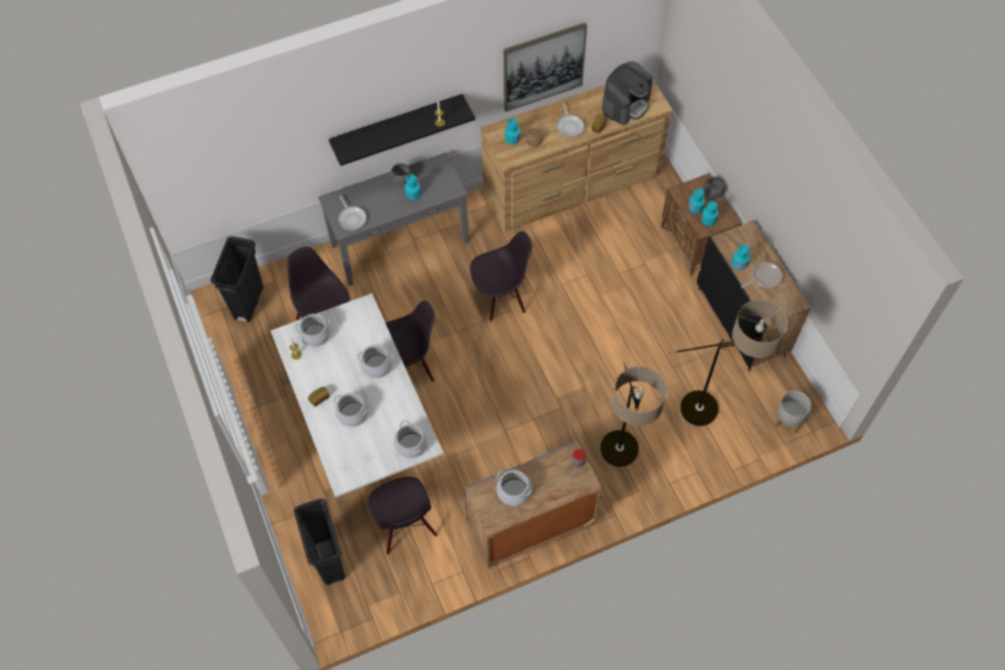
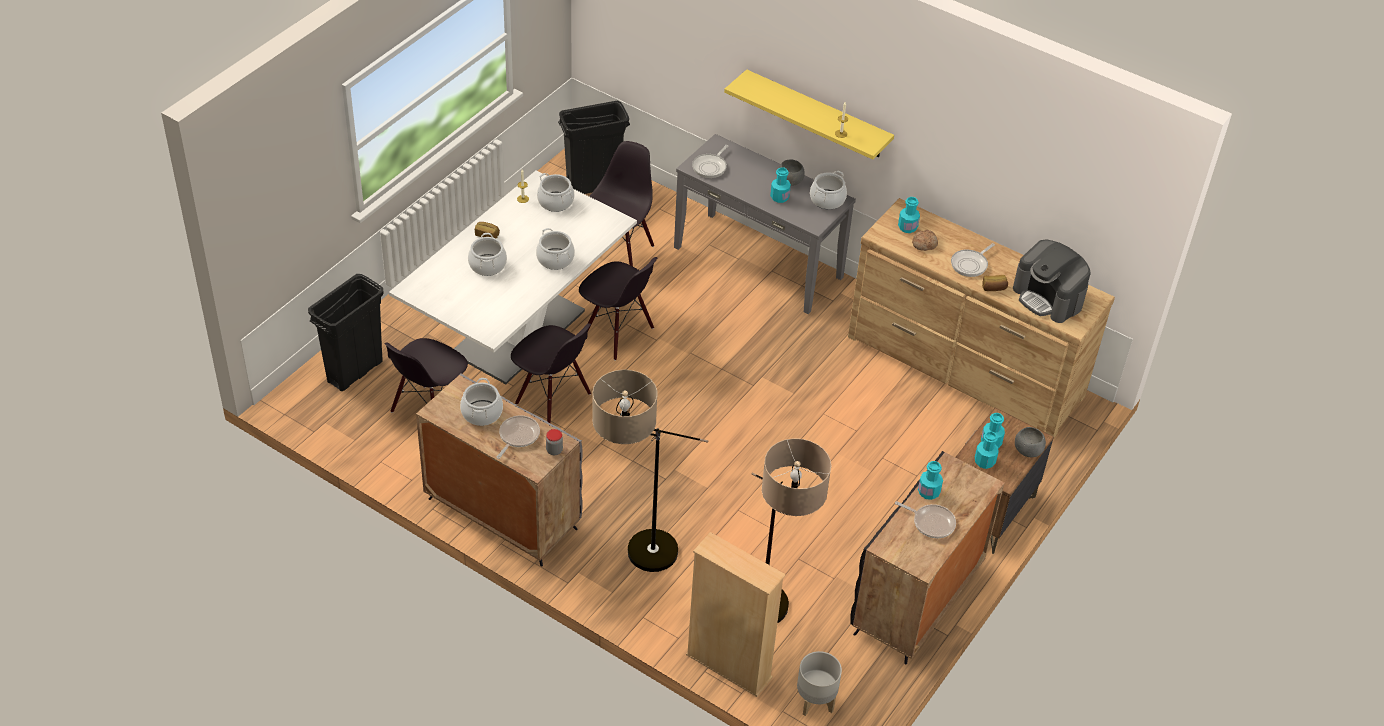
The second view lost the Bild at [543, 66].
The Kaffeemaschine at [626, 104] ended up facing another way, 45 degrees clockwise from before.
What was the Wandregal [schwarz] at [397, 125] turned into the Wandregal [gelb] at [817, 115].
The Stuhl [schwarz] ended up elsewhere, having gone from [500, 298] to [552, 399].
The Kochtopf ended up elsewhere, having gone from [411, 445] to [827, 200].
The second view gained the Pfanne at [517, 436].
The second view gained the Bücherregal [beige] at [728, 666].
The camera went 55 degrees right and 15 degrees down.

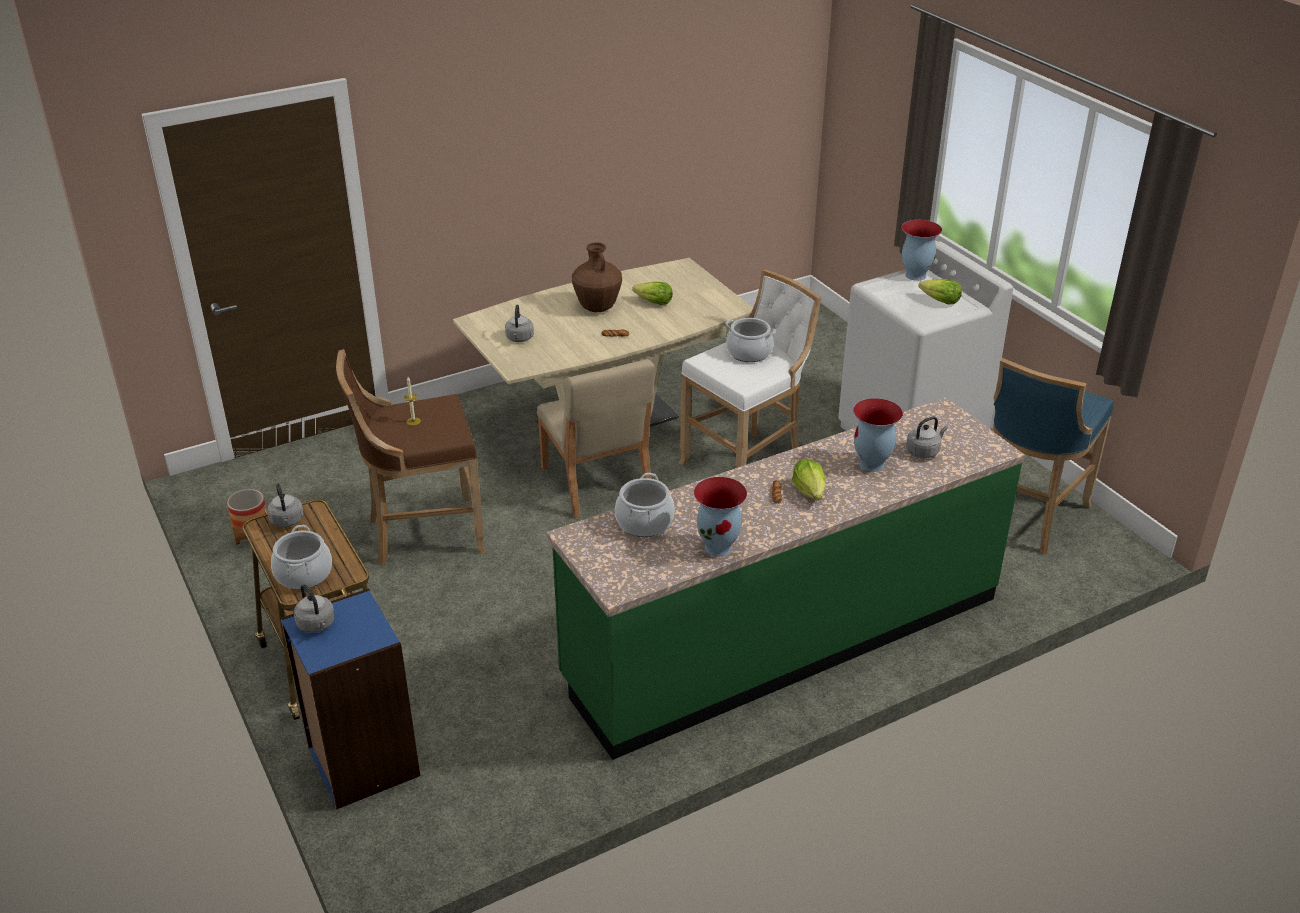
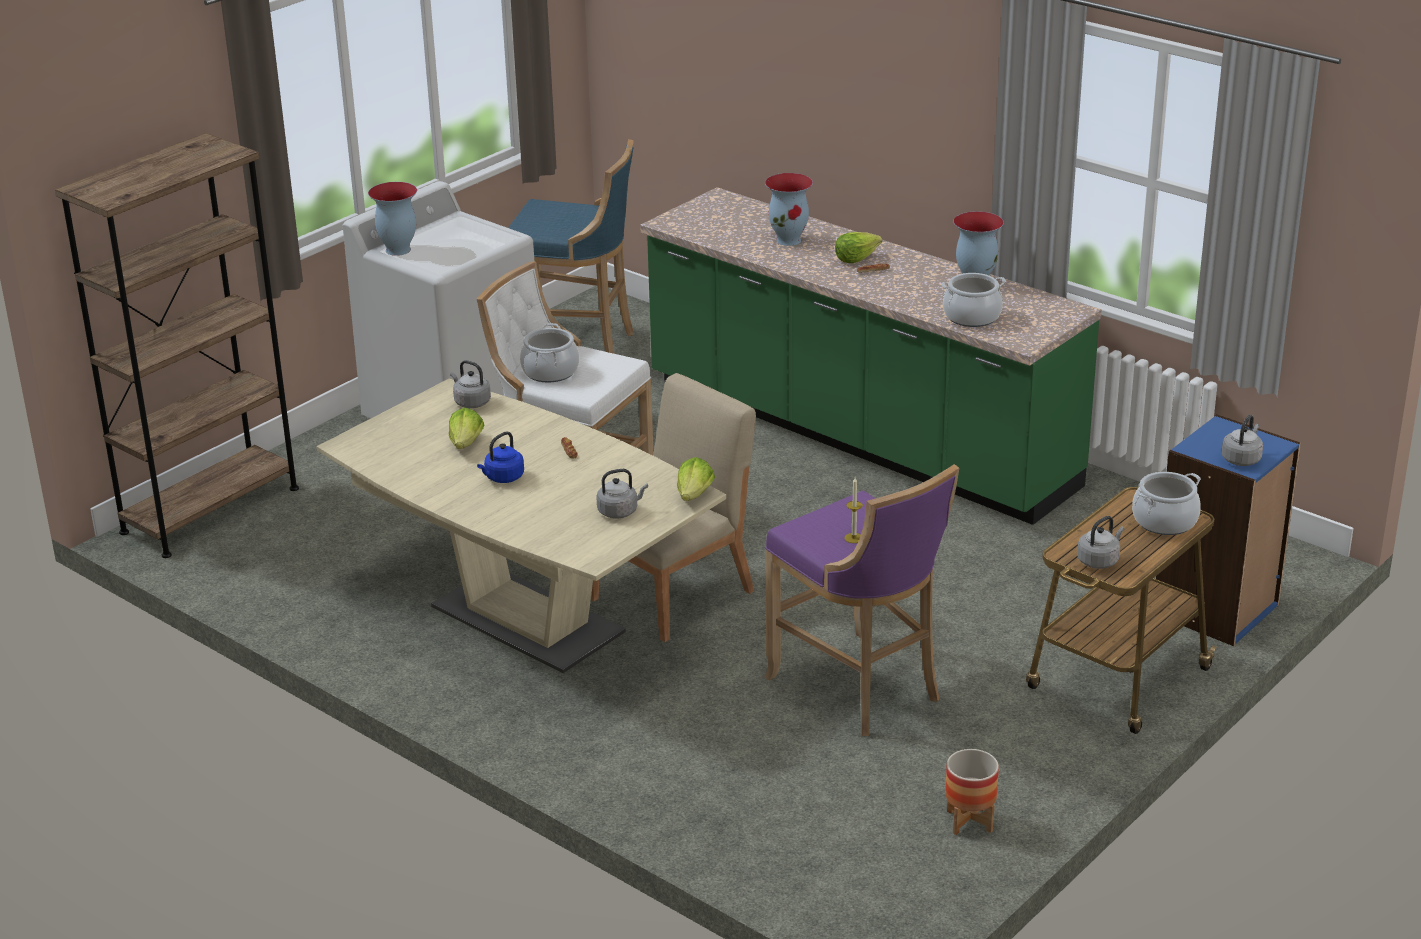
Where the Vase [braun] stood at [597, 308], the Wasserkessel [blau] came to stand at [503, 478].
The Salatkopf ended up elsewhere, having gone from [939, 301] to [694, 495].
What was the Hocker [braun] at [422, 534] turned into the Hocker [lila] at [860, 689].
The Wasserkessel [grau] ended up elsewhere, having gone from [924, 451] to [471, 402].
The second view gained the Bücherregal [braun] at [210, 510].
The camera went 110 degrees left and 5 degrees down.

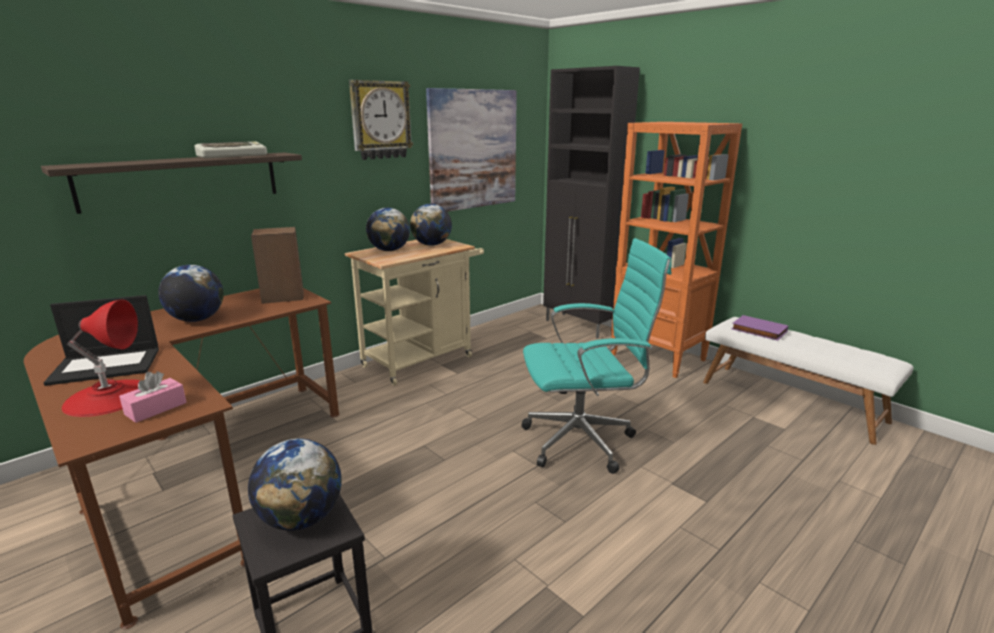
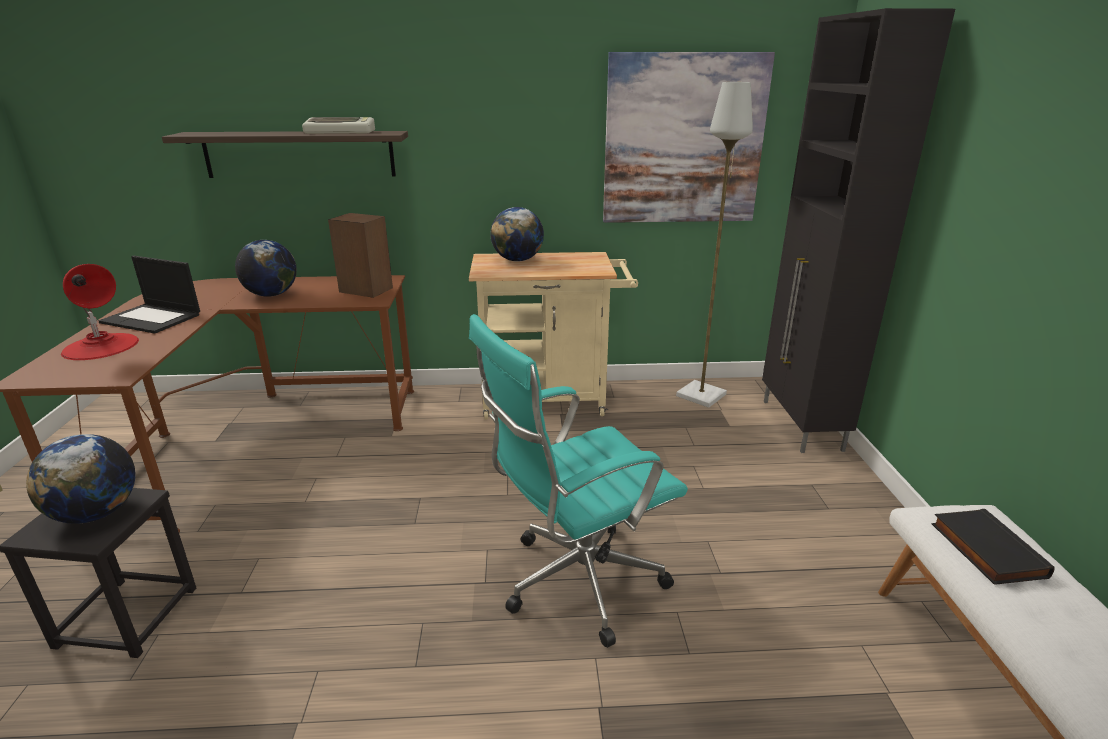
The second view lost the Wanduhr at [380, 120].
The second view lost the Bücherregal [orange] at [658, 357].
The second view lost the Globus at [431, 245].
The Bürostuhl [türkis] at [584, 441] ended up facing another way, 120 degrees clockwise from before.
What was the Buch [lila] at [758, 331] turned into the Buch [schwarz] at [984, 550].
The second view lost the Taschentuchbox [rosa] at [156, 408].
The second view gained the Stehlampe [grau] at [702, 395].
The camera went 40 degrees right and 5 degrees up.

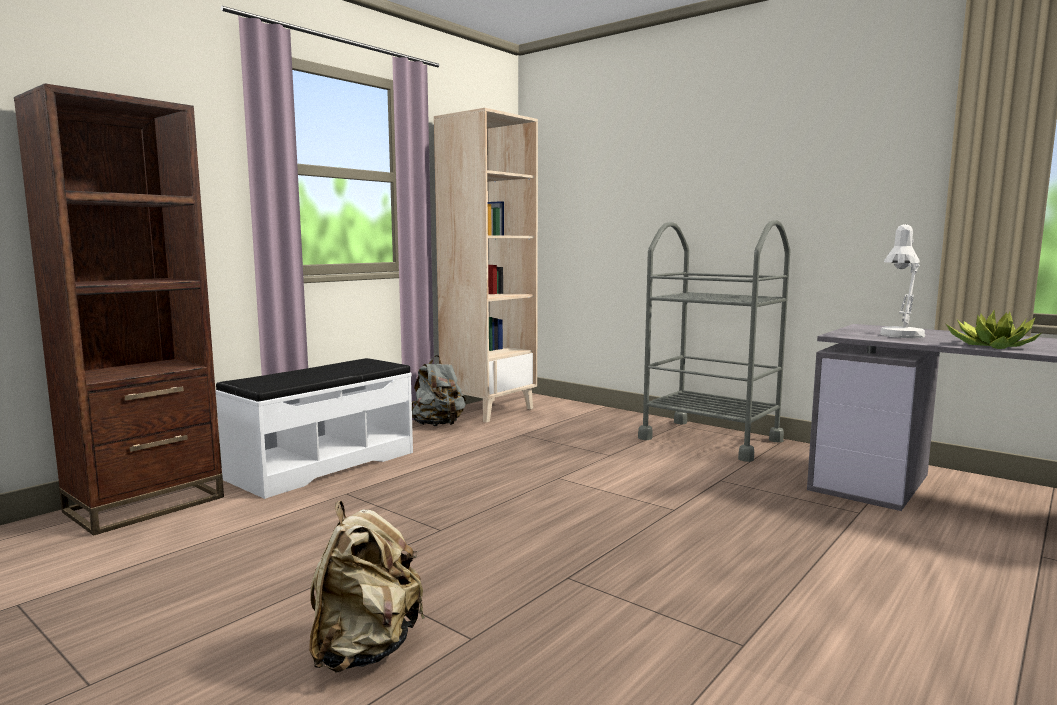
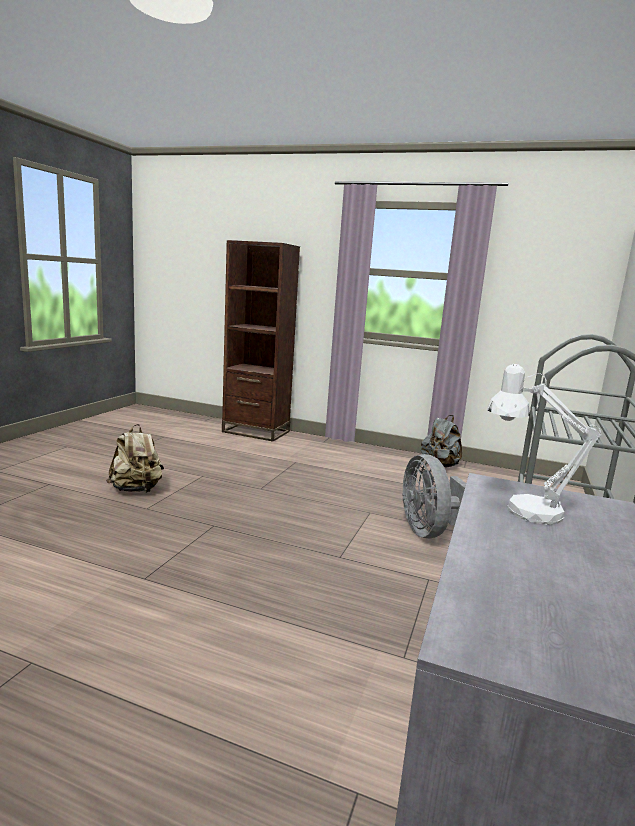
The second view lost the Bücherregal [beige] at [489, 410].
The second view lost the Topfpflanze at [990, 346].
The second view lost the Bank [weiß] at [322, 465].
The second view gained the Ventilator [grau] at [429, 531].
The camera went 70 degrees right and 5 degrees up.

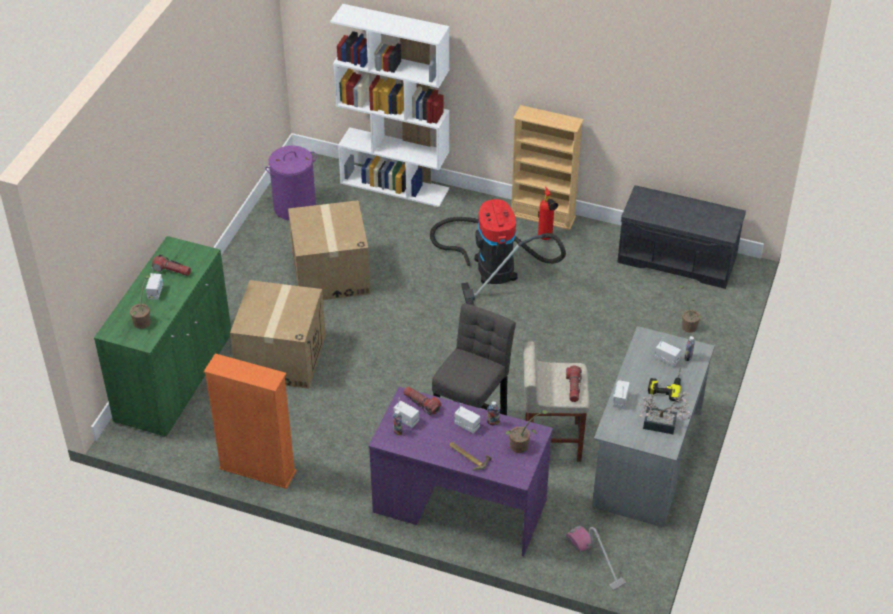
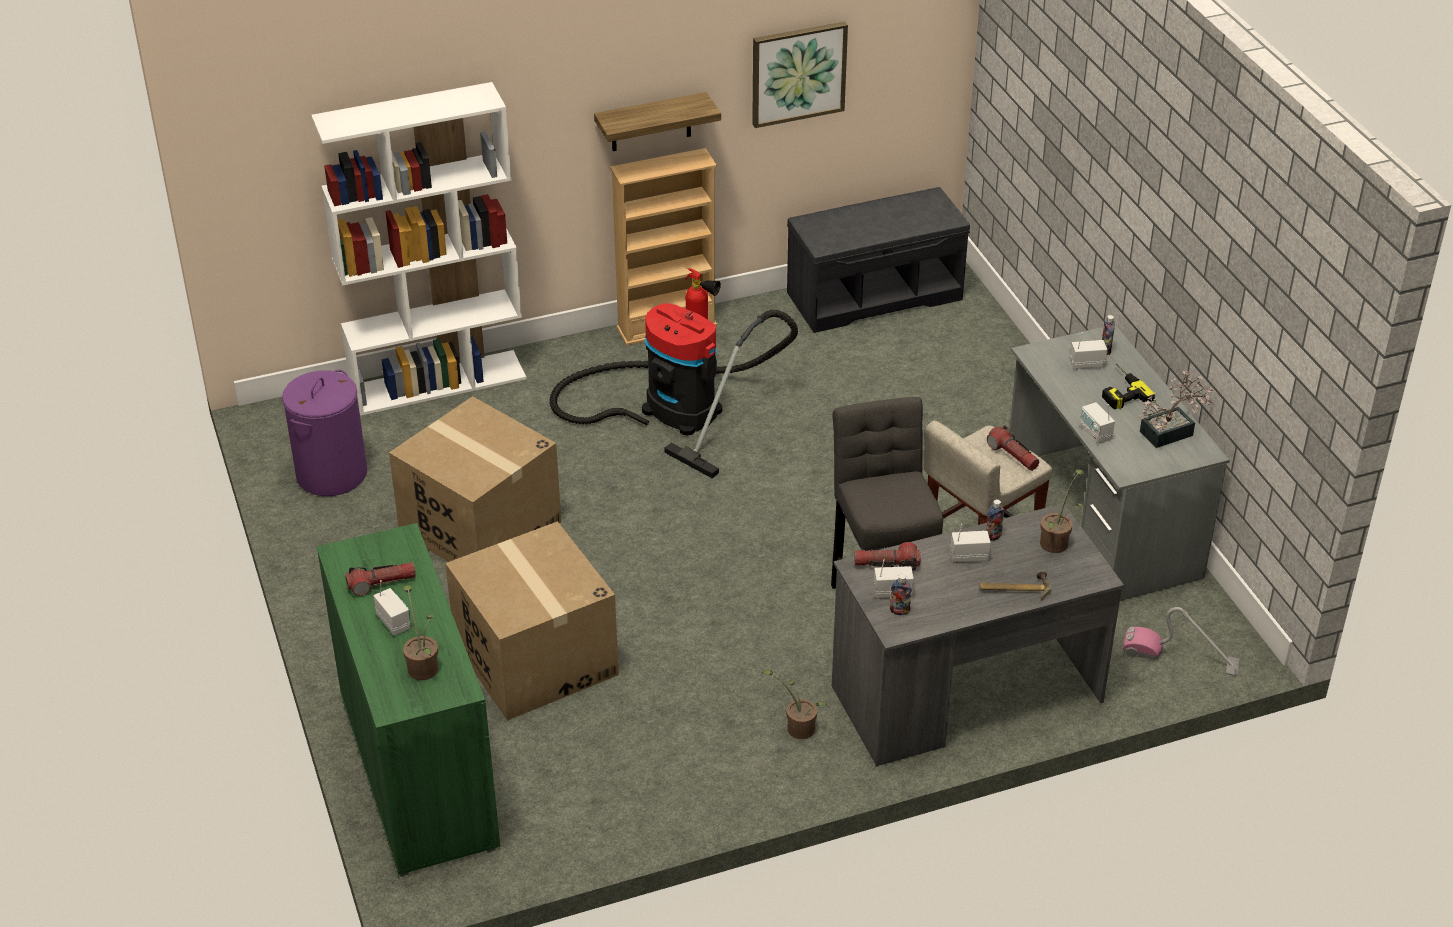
The Topfpflanze ended up elsewhere, having gone from [688, 325] to [797, 727].
The second view lost the Bücherregal [orange] at [257, 470].
What was the Schreibtisch [lila] at [459, 506] turned into the Schreibtisch [grau] at [966, 694].
The second view gained the Bild at [798, 73].
The second view gained the Wandregal at [651, 122].
The camera went 40 degrees left and 5 degrees down.

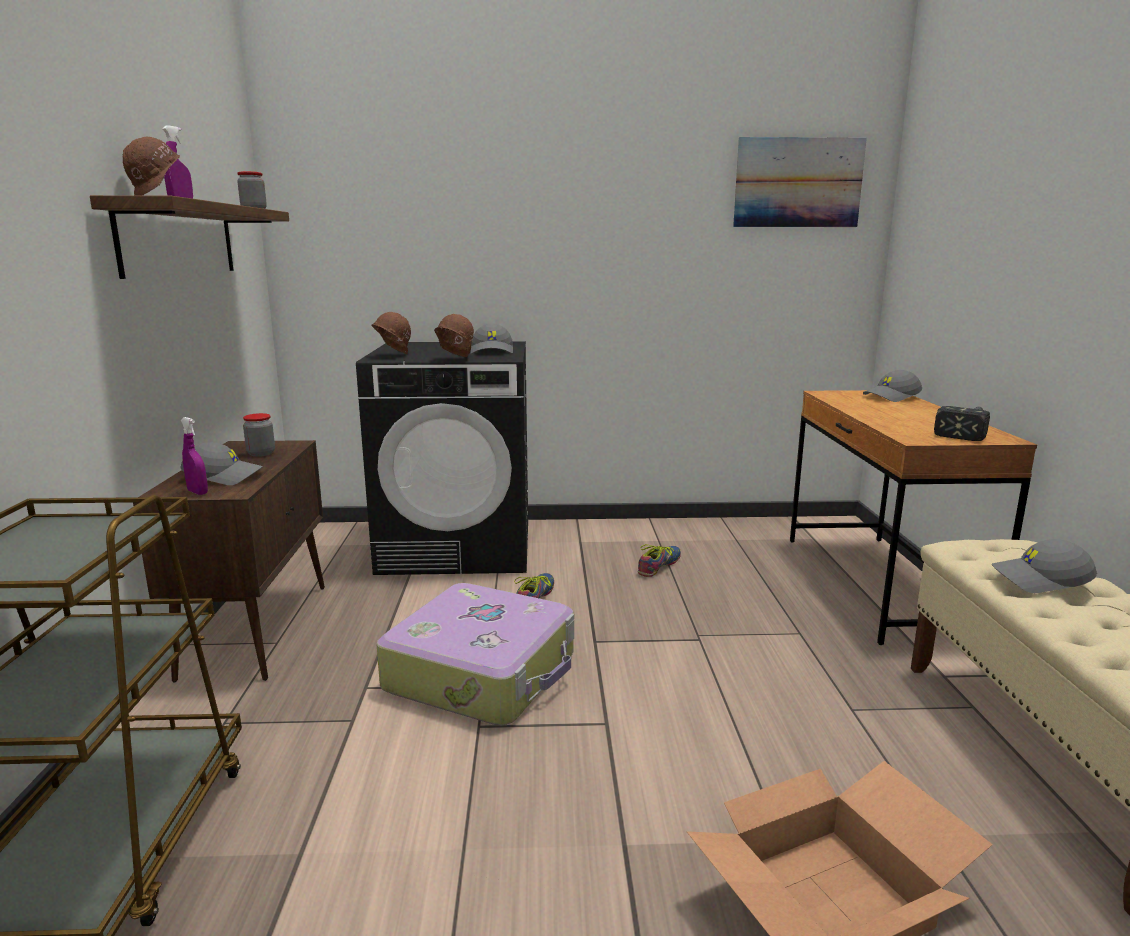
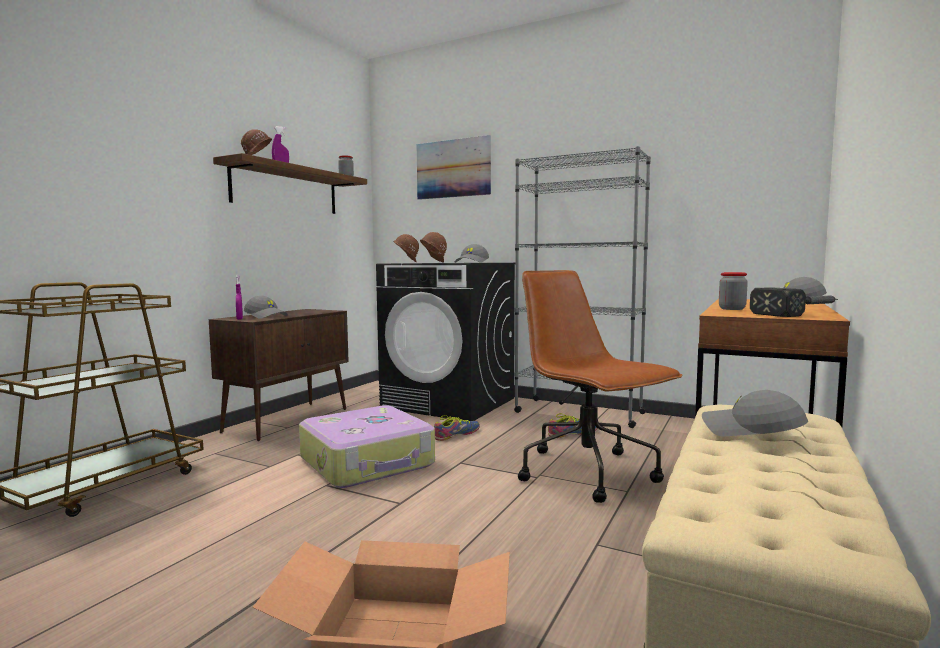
The Bild ended up elsewhere, having gone from [798, 183] to [453, 168].
The Vorratsglas ended up elsewhere, having gone from [261, 453] to [732, 309].
The second view gained the Bücherregal [grau] at [578, 412].
The second view gained the Bürostuhl [braun] at [589, 473].
The camera went 30 degrees right and 10 degrees down.

